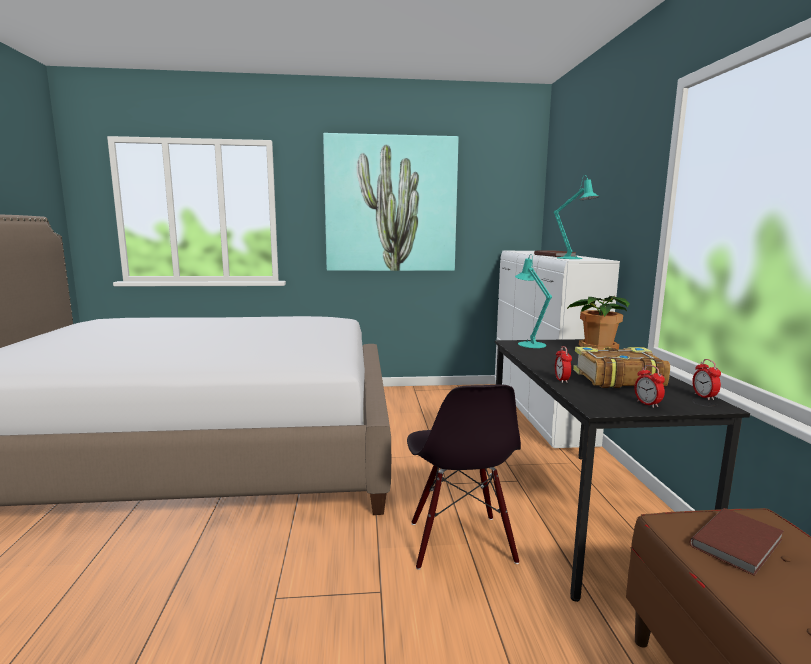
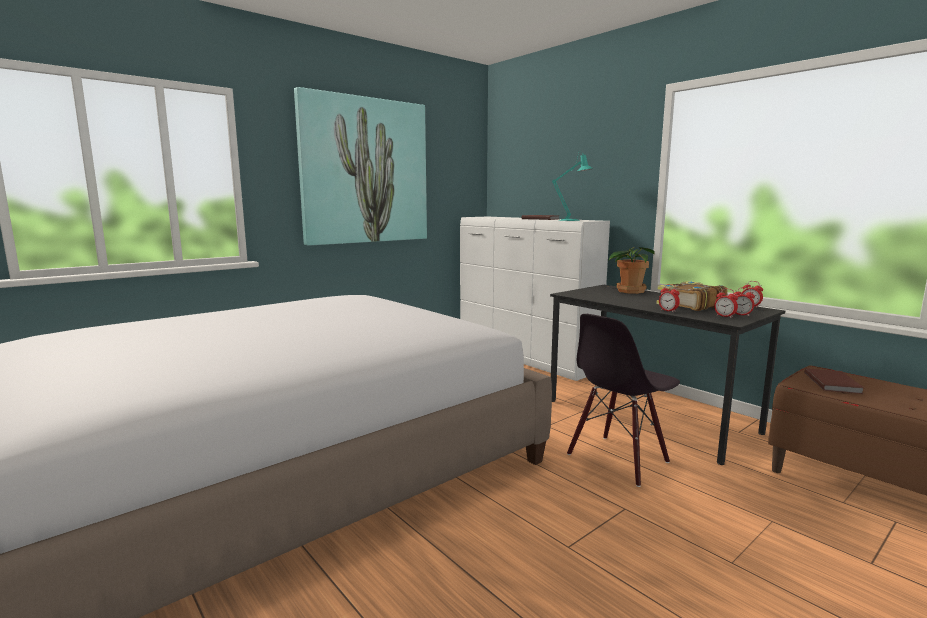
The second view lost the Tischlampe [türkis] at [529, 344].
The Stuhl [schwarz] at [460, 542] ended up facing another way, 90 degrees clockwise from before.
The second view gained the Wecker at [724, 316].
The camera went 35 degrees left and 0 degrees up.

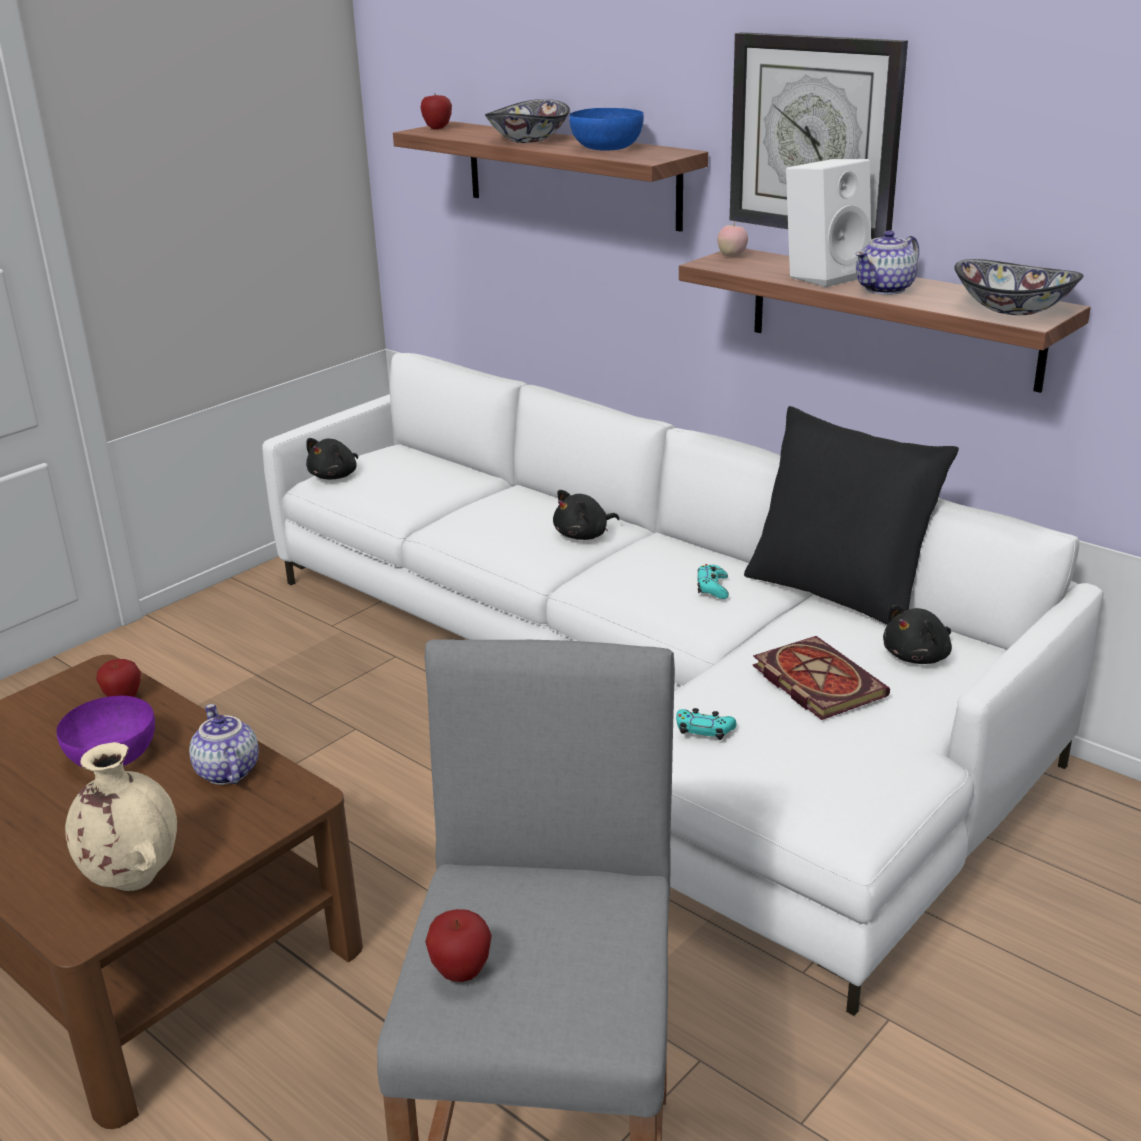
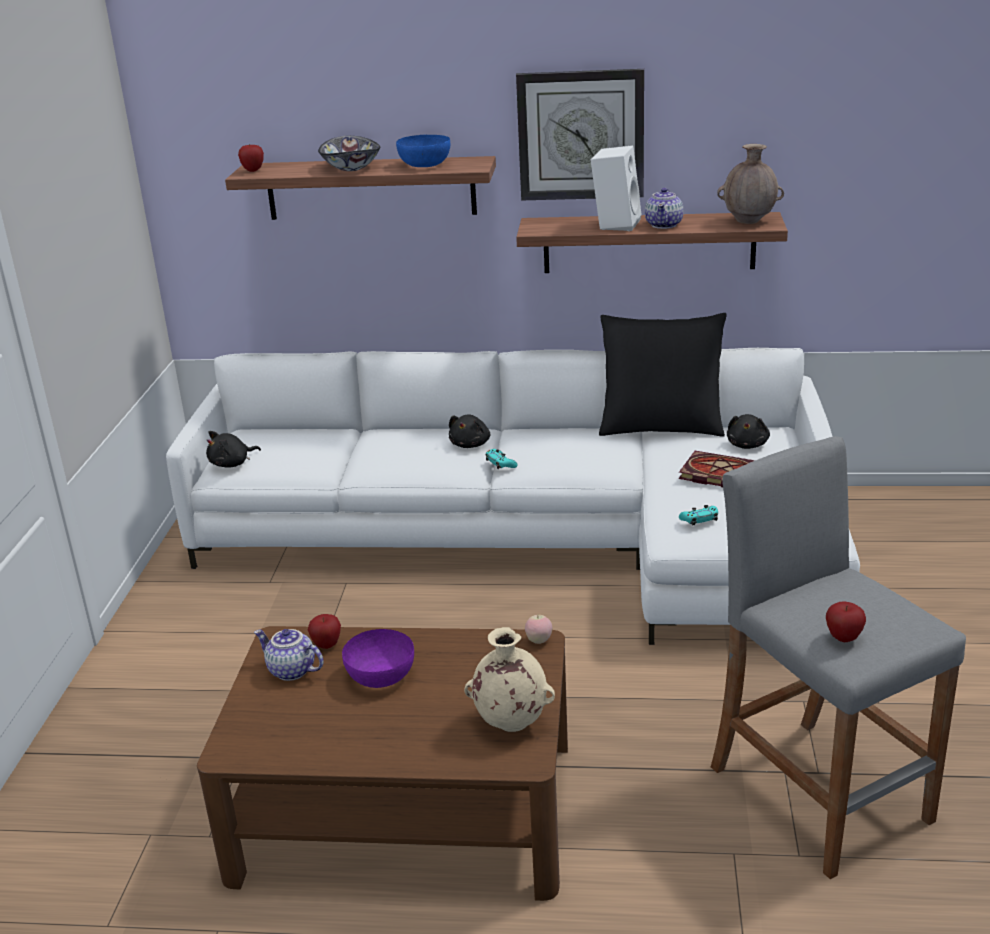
The Apfel ended up elsewhere, having gone from [732, 256] to [539, 641].
Where the Schüssel stood at [1013, 309], the Vase [braun] came to stand at [749, 221].
The Plüschtier [schwarz] at [335, 476] ended up facing another way, 60 degrees clockwise from before.
The Gamepad [türkis] ended up elsewhere, having gone from [712, 587] to [500, 463].
The Teekanne ended up elsewhere, having gone from [226, 771] to [290, 671].
The camera went 35 degrees left and 0 degrees up.

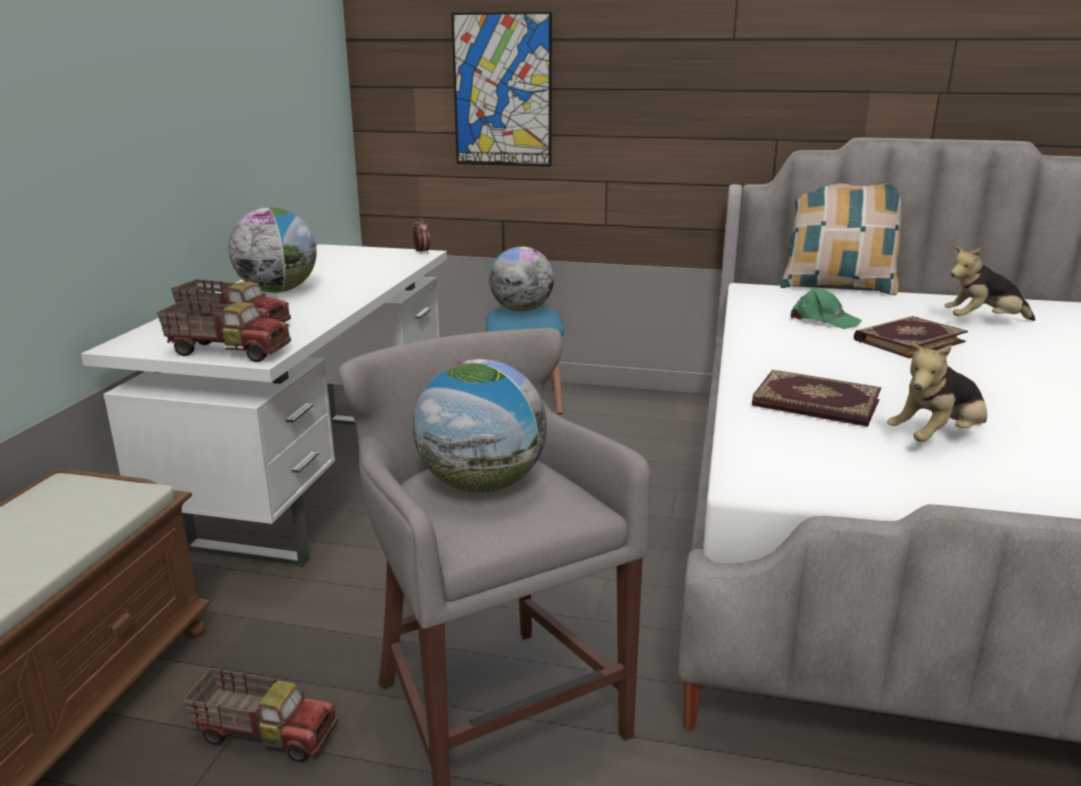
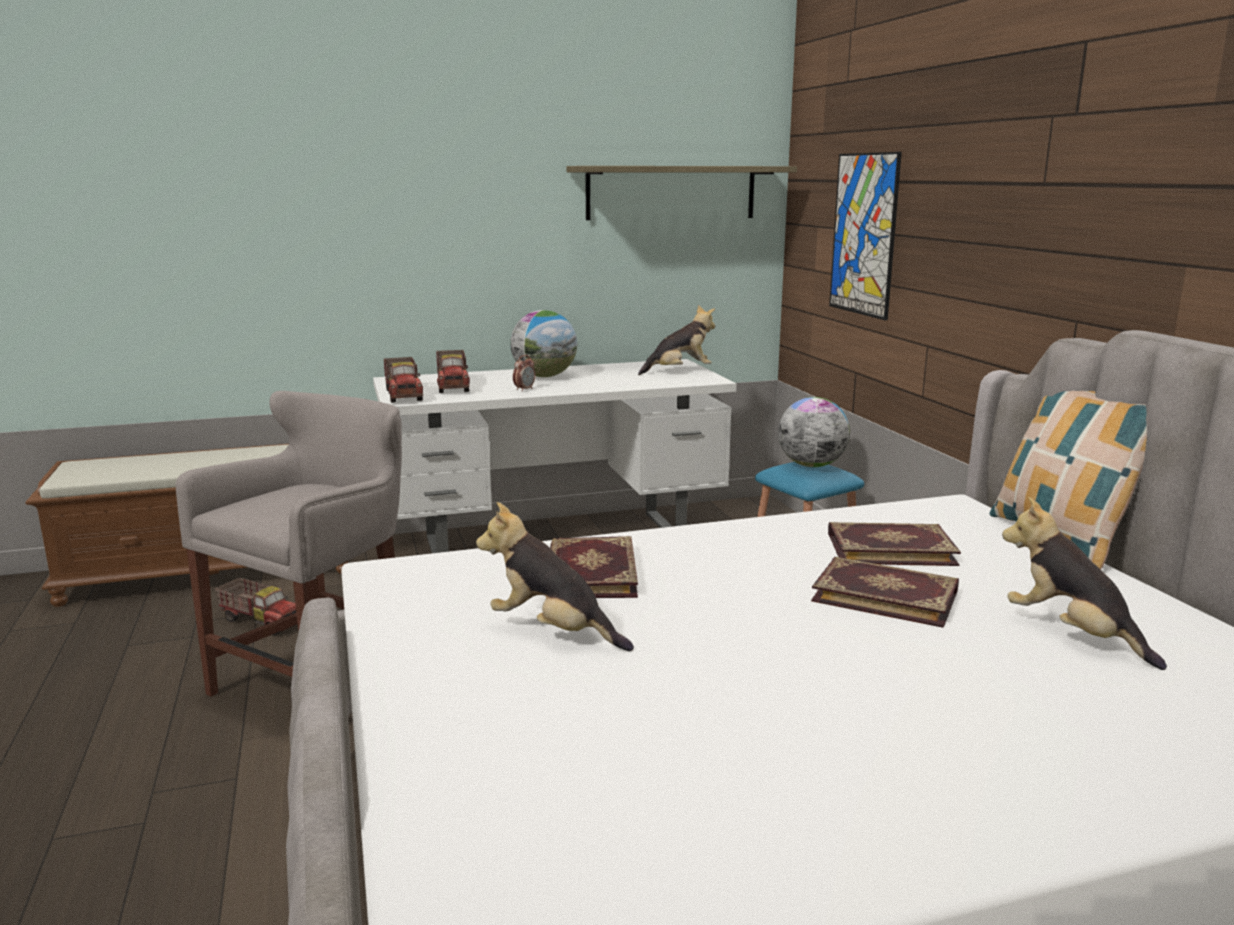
The Wecker ended up elsewhere, having gone from [421, 252] to [524, 389].
Where the Kappe [grün] stood at [823, 320], the Buch came to stand at [890, 548].
The second view lost the Globus at [481, 485].
The Spielzeuglaster at [265, 733] ended up facing another way, 45 degrees counterclockwise from before.
The second view gained the Wandregal at [671, 192].
The second view gained the Plüschtier at [680, 372].
The camera went 60 degrees right and 5 degrees down.

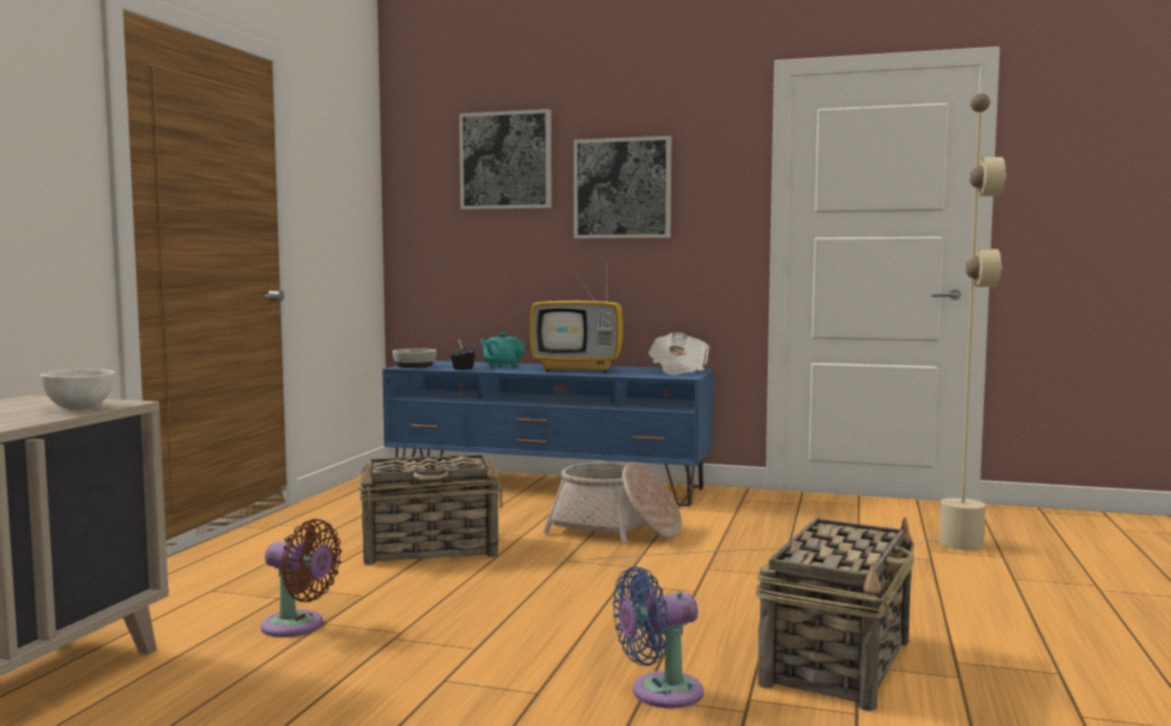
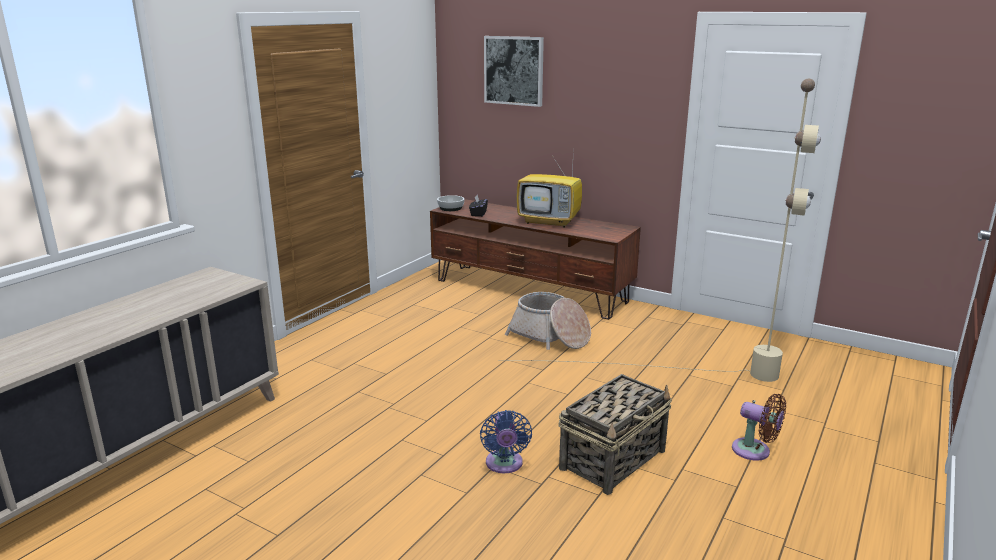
The second view lost the Bild at [622, 188].
The second view lost the Zeitung at [678, 371].
The second view lost the Teekanne [türkis] at [502, 366].
What was the Fernsehschrank [blau] at [549, 486] turned into the Fernsehschrank [braun] at [530, 291].
The second view lost the Schüssel [weiß] at [79, 408].
The second view lost the Korb at [432, 549].
The Ventilator [braun] ended up elsewhere, having gone from [298, 626] to [755, 451].
The Ventilator [blau] at [659, 693] ended up facing another way, 90 degrees counterclockwise from before.
The camera went 15 degrees right and 15 degrees up.

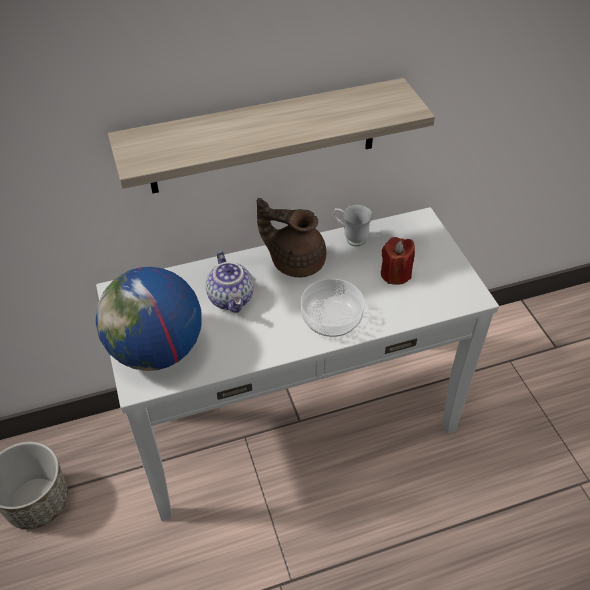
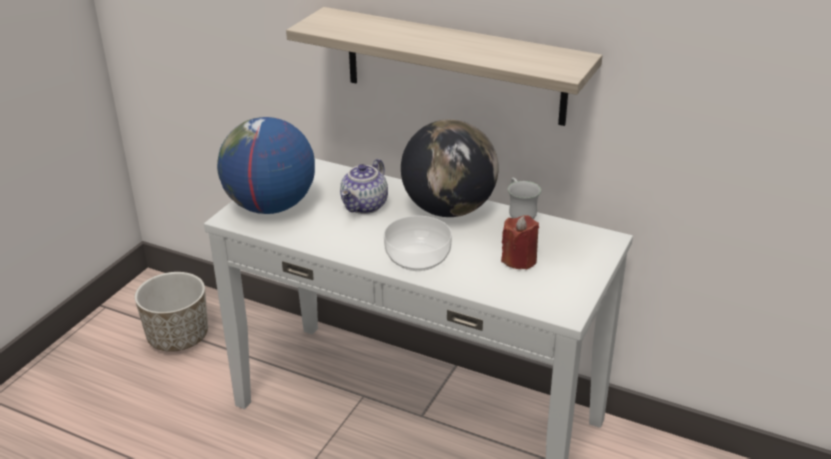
Where the Teekanne [braun] stood at [295, 261], the Globus came to stand at [449, 209].
The camera went 45 degrees right and 15 degrees down.

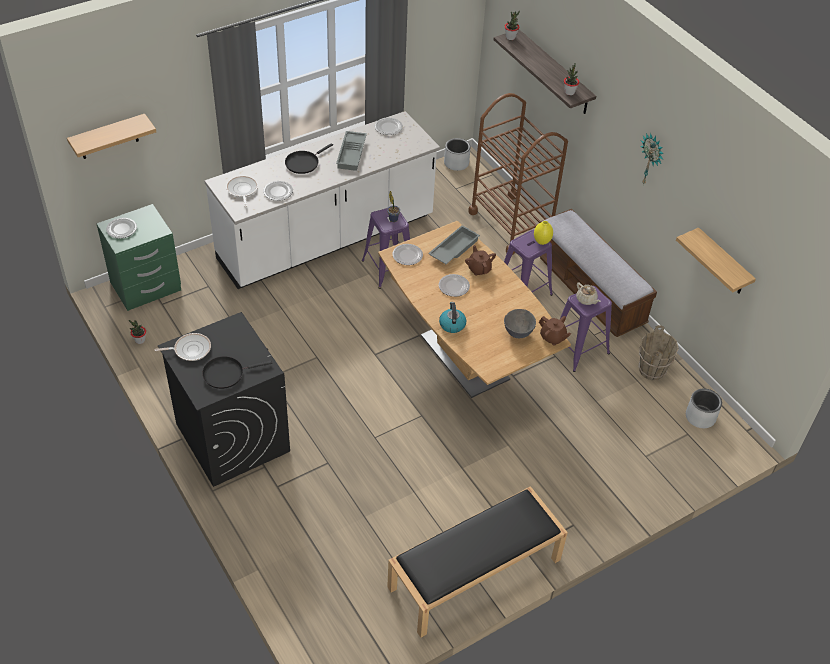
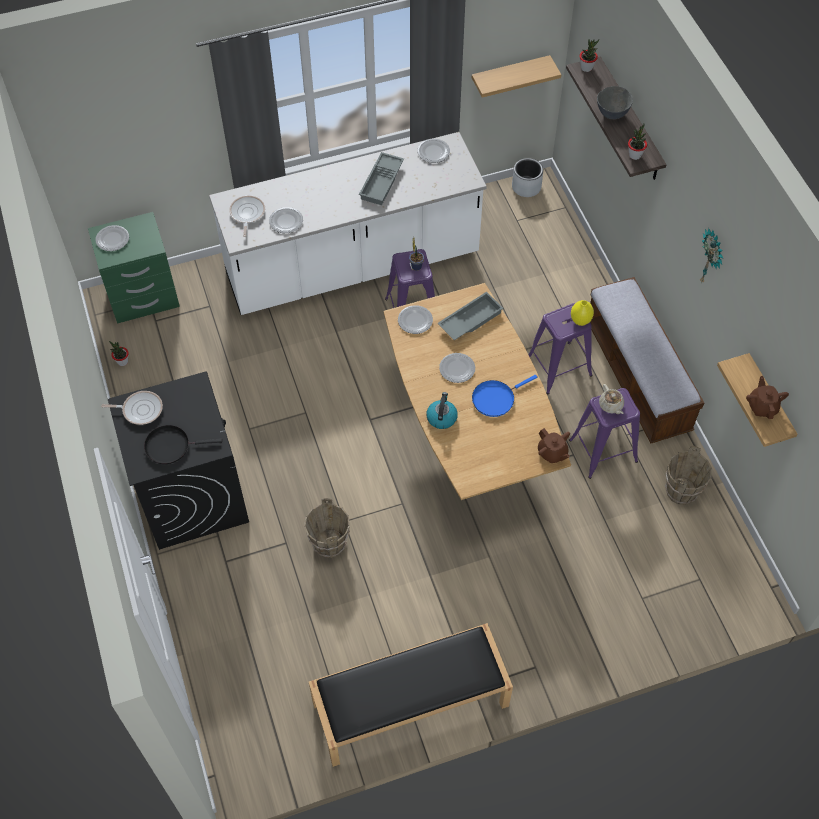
The second view lost the Rollwagen [braun] at [511, 224].
The Wandregal ended up elsewhere, having gone from [108, 137] to [510, 76].
The second view lost the Pfanne [schwarz] at [303, 163].
The Teekanne [braun] ended up elsewhere, having gone from [479, 269] to [762, 406].
The Schüssel [grau] ended up elsewhere, having gone from [517, 333] to [611, 114].
The second view lost the Pflanzkübel [grau] at [700, 417].
The second view gained the Pfanne [blau] at [495, 398].
The second view gained the Eimer [braun] at [329, 544].
The camera went 15 degrees right and 10 degrees up.

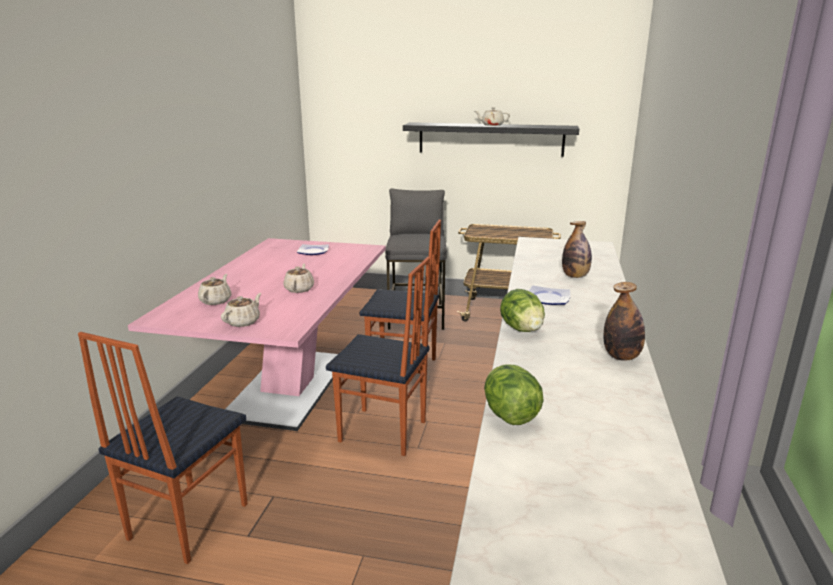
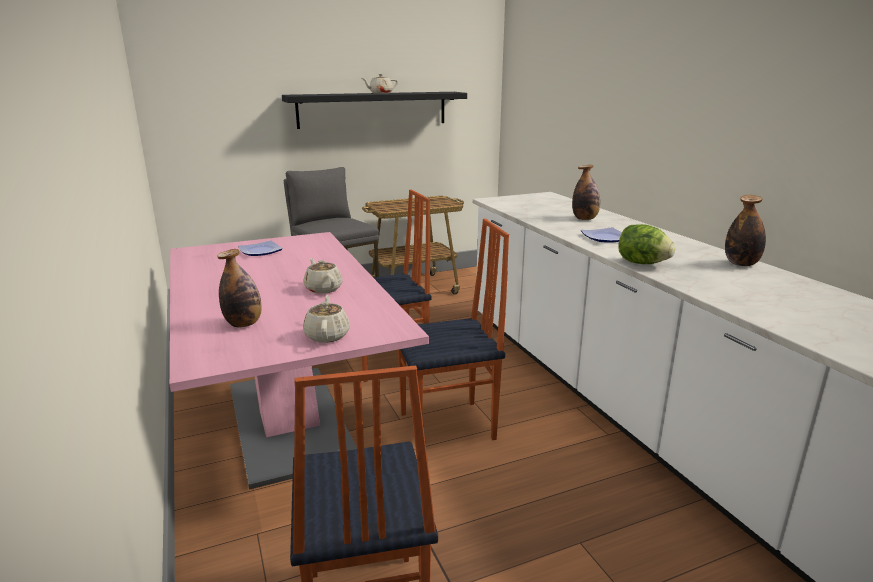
Where the Teekanne [beige] stood at [216, 301], the Flasche came to stand at [244, 324].
The second view lost the Salatkopf at [509, 415].
The camera went 35 degrees left and 0 degrees up.

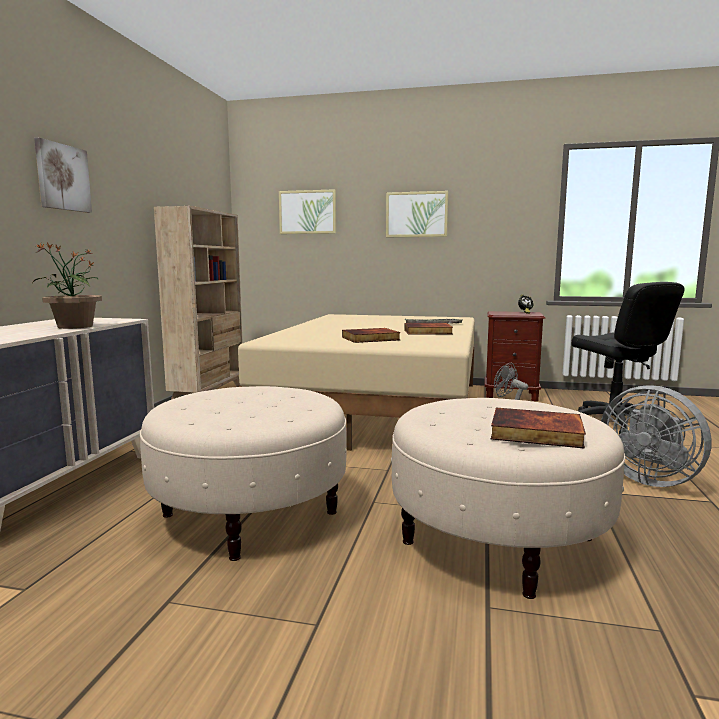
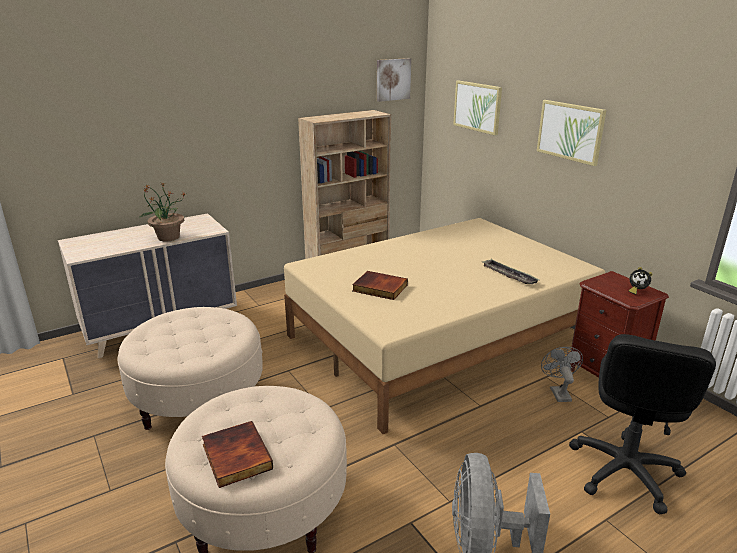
The Bild ended up elsewhere, having gone from [62, 177] to [393, 79].
The second view lost the Buch at [427, 332].
The camera went 45 degrees right and 15 degrees up.

